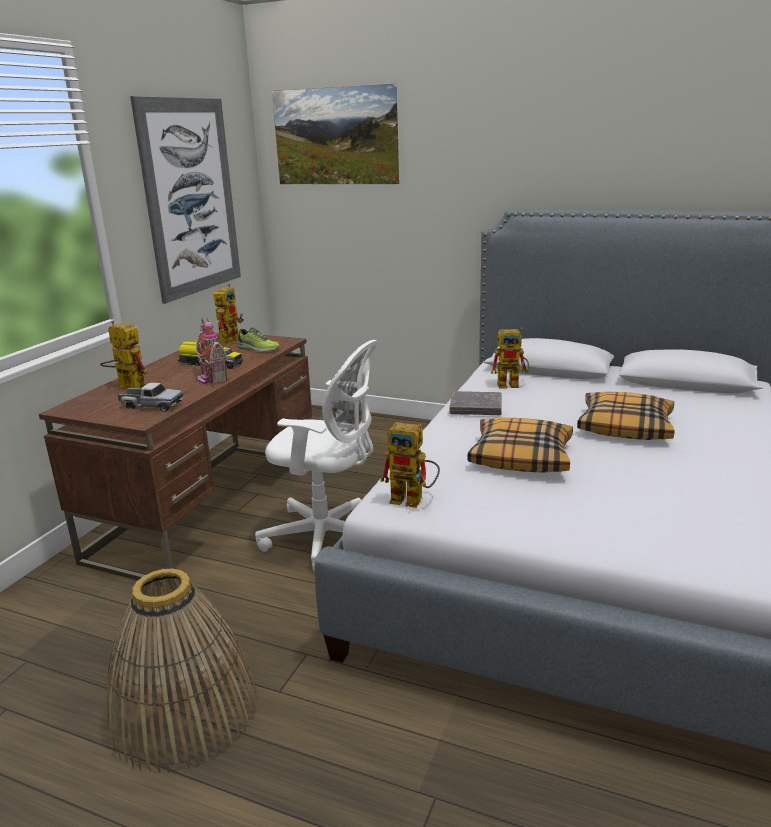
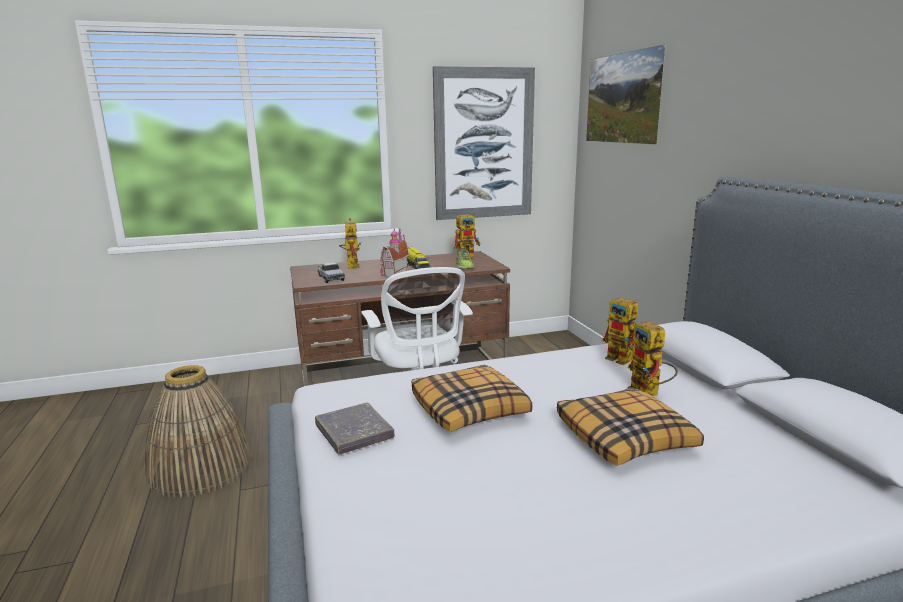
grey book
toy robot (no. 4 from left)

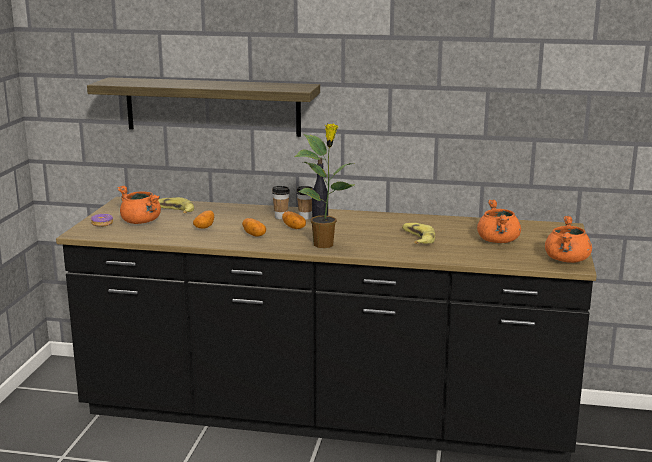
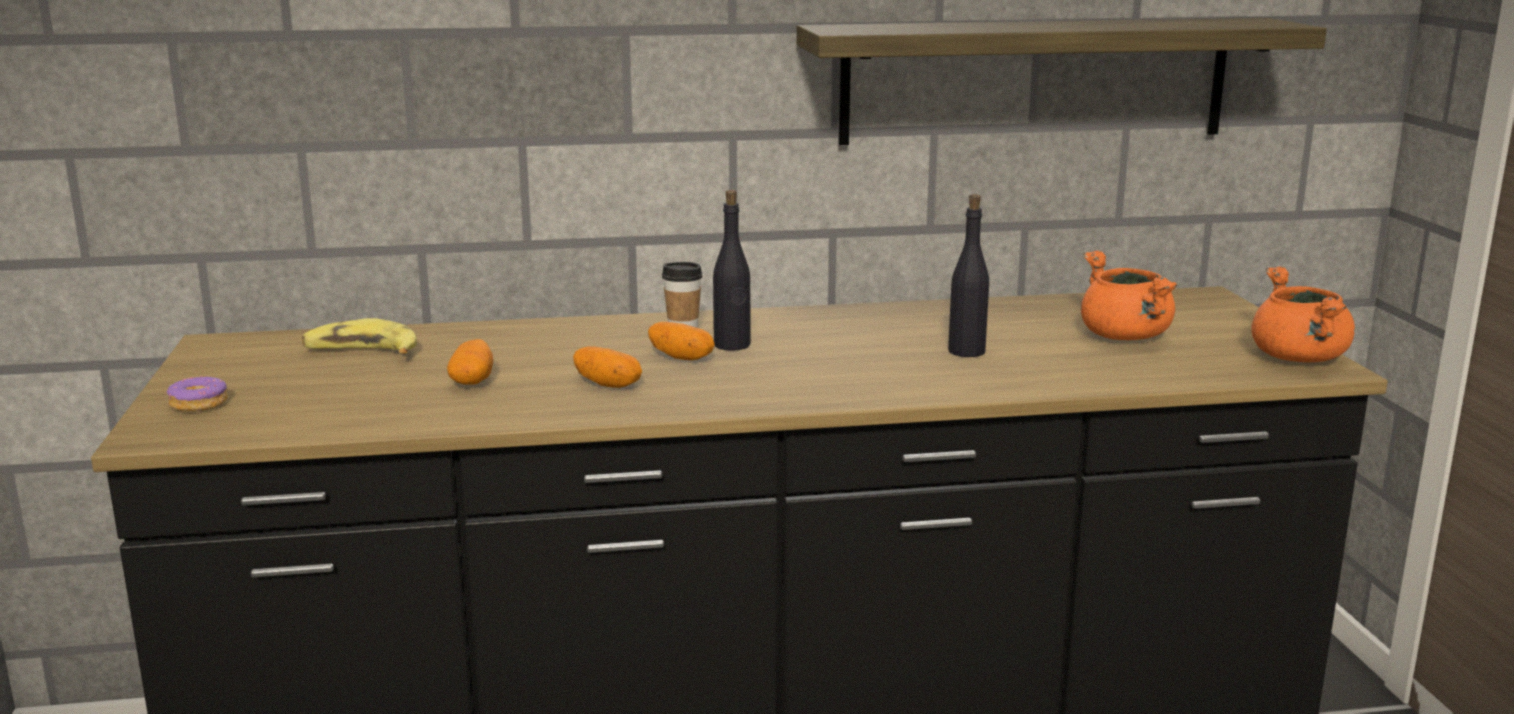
shelf
potted plant
orange cooking pot (no. 1 from left in the first image)
cup (no. 1 from left in the first image)
black bottle (no. 2 from left)

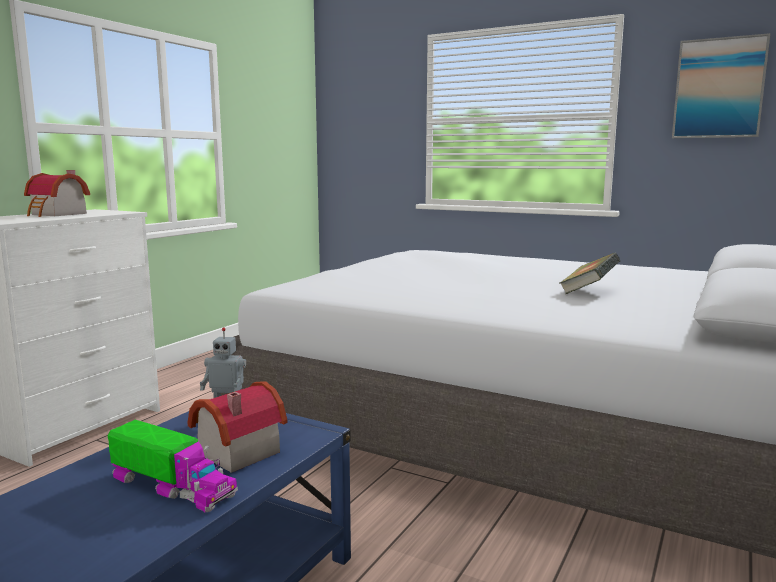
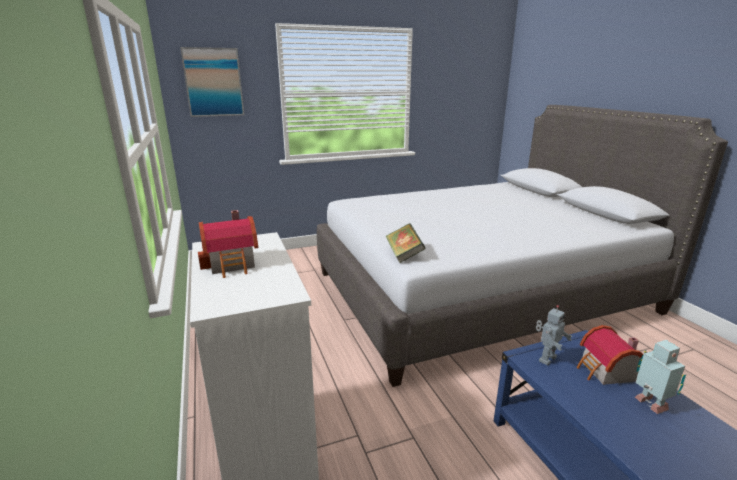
picture
book
toy robot (no. 2 from left)

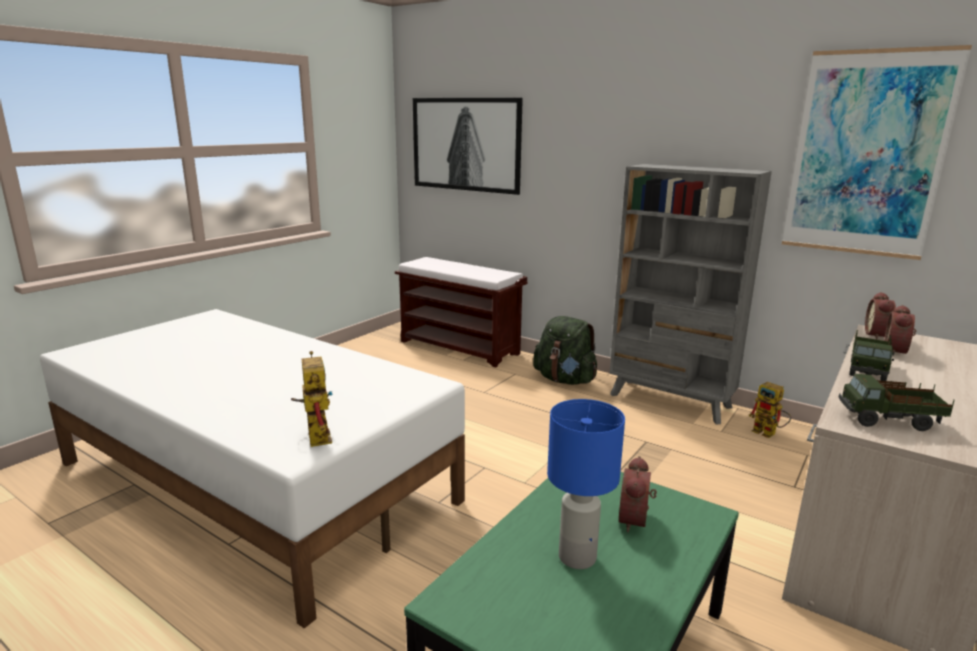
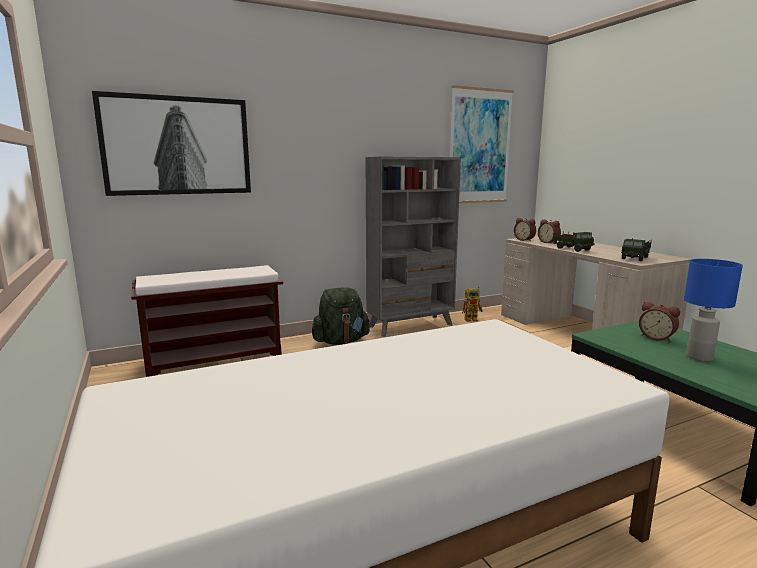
toy robot (no. 1 from left in the first image)

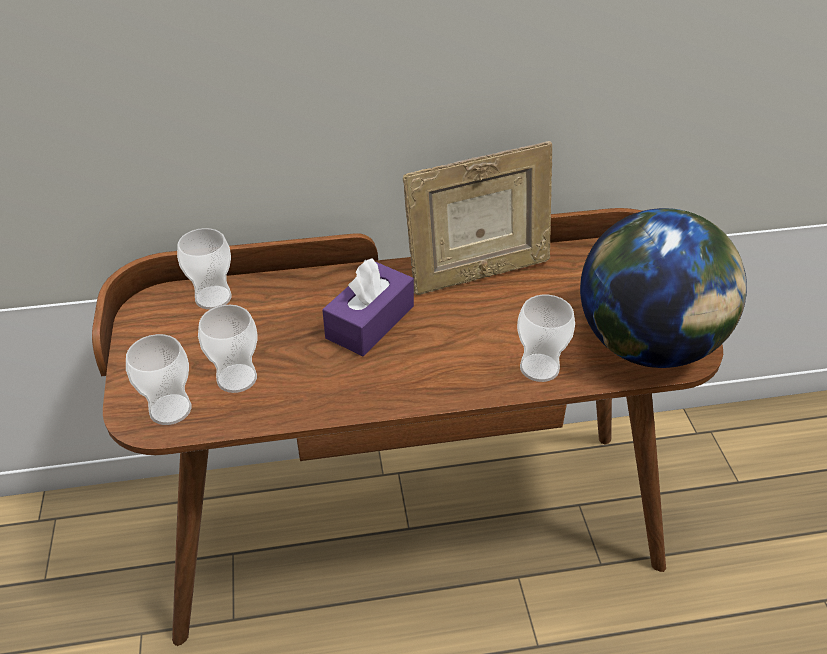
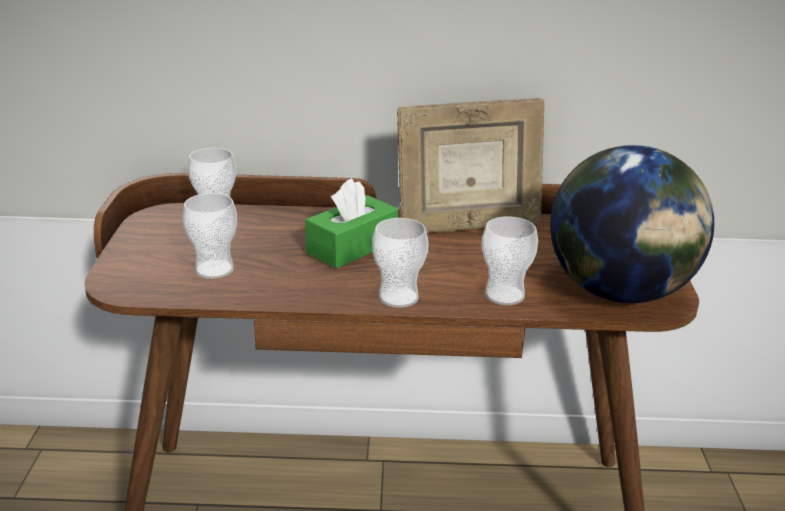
green tissue box
cup (no. 3 from left)

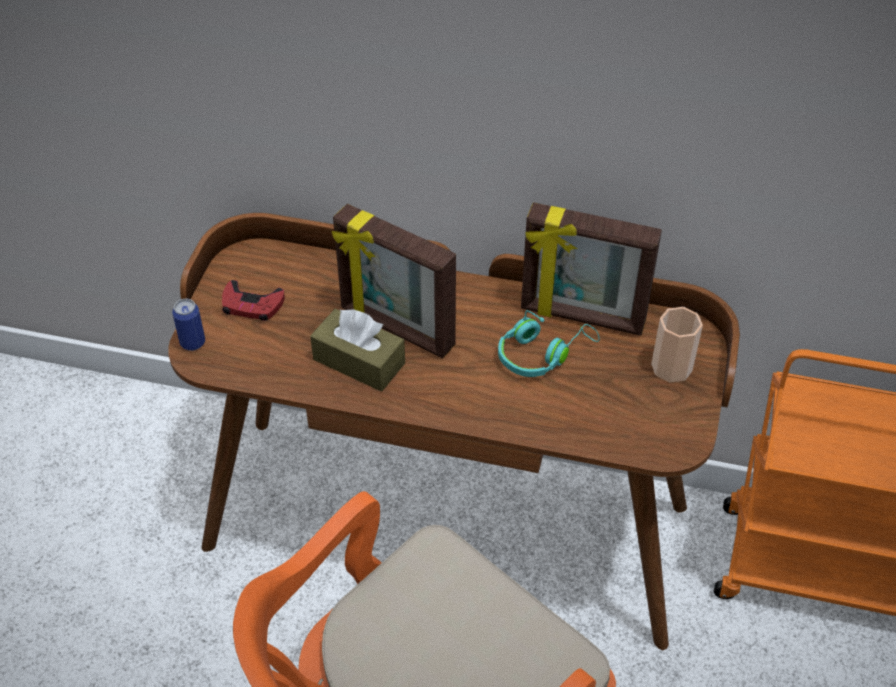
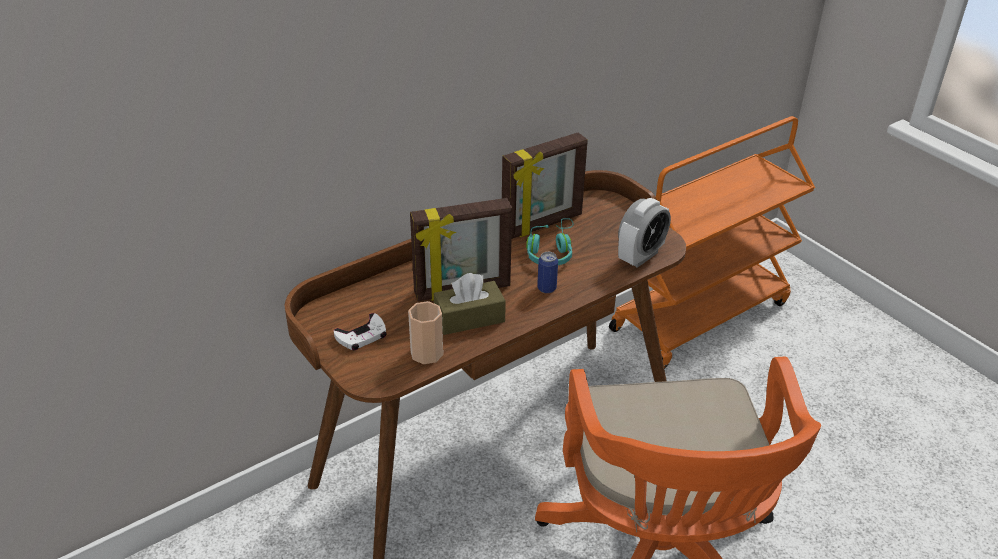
white game controller
can
cup
alarm clock

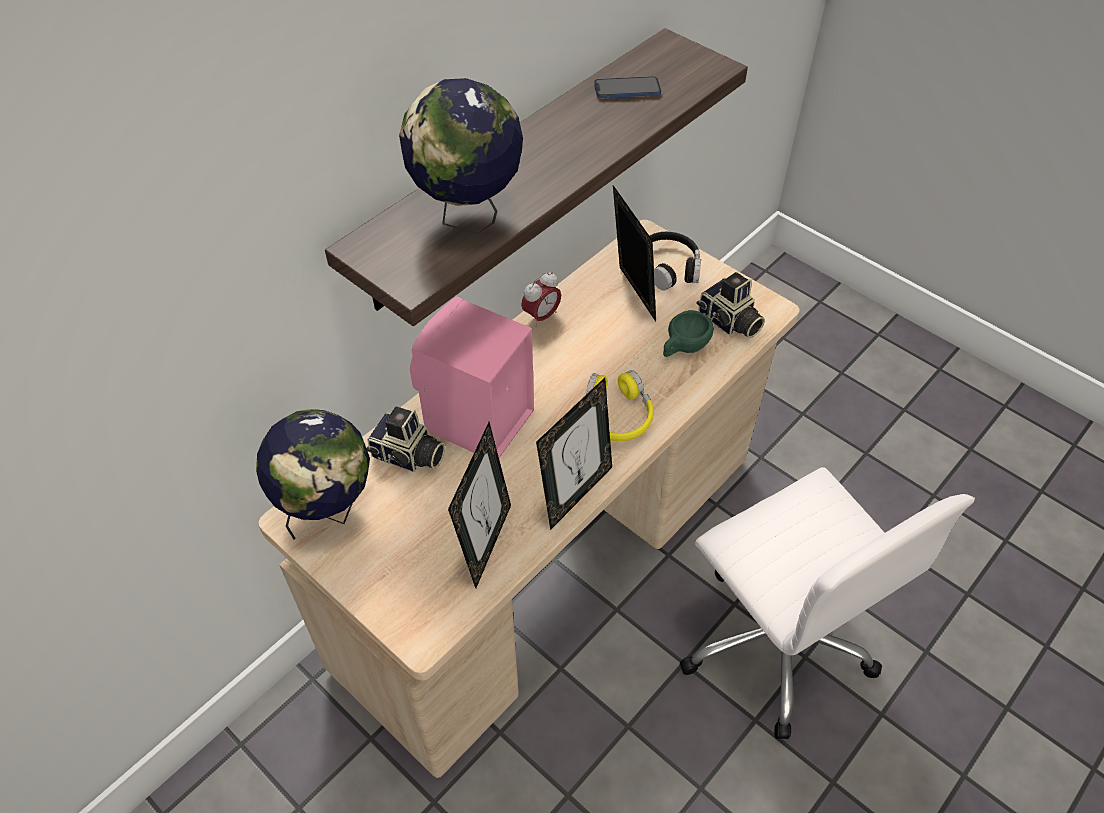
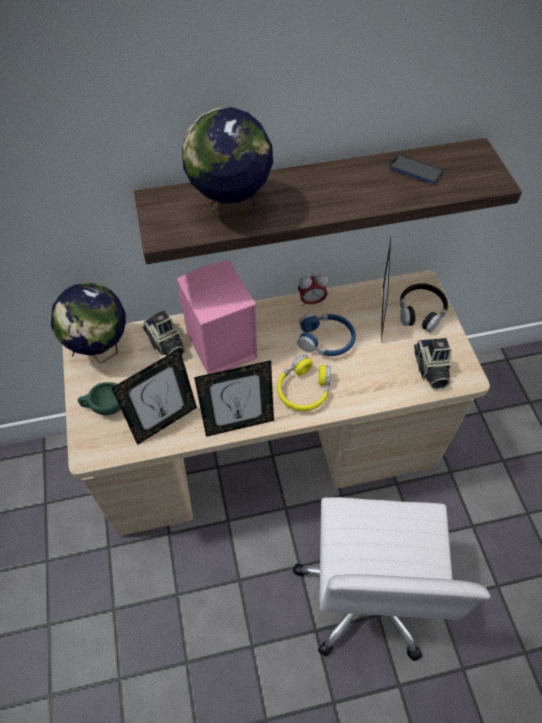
green cup
blue headphones

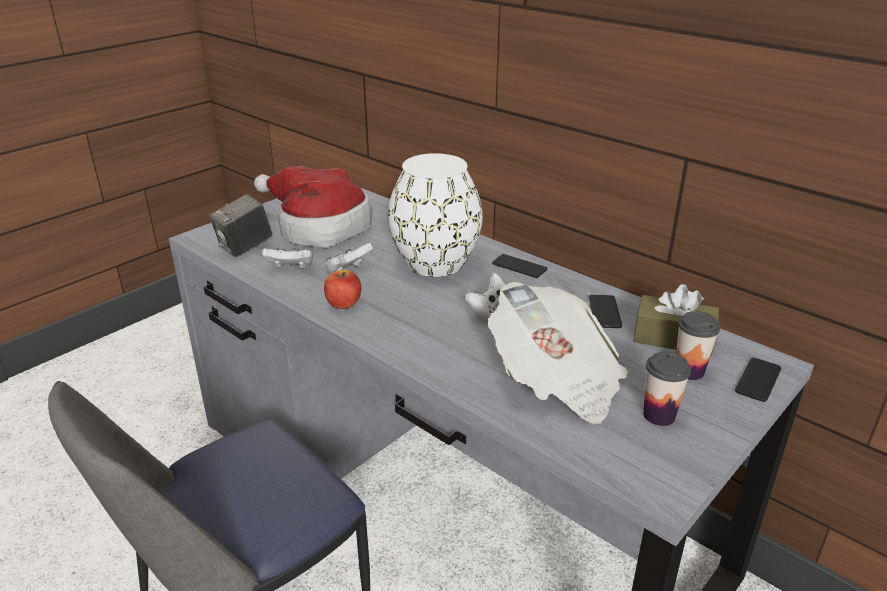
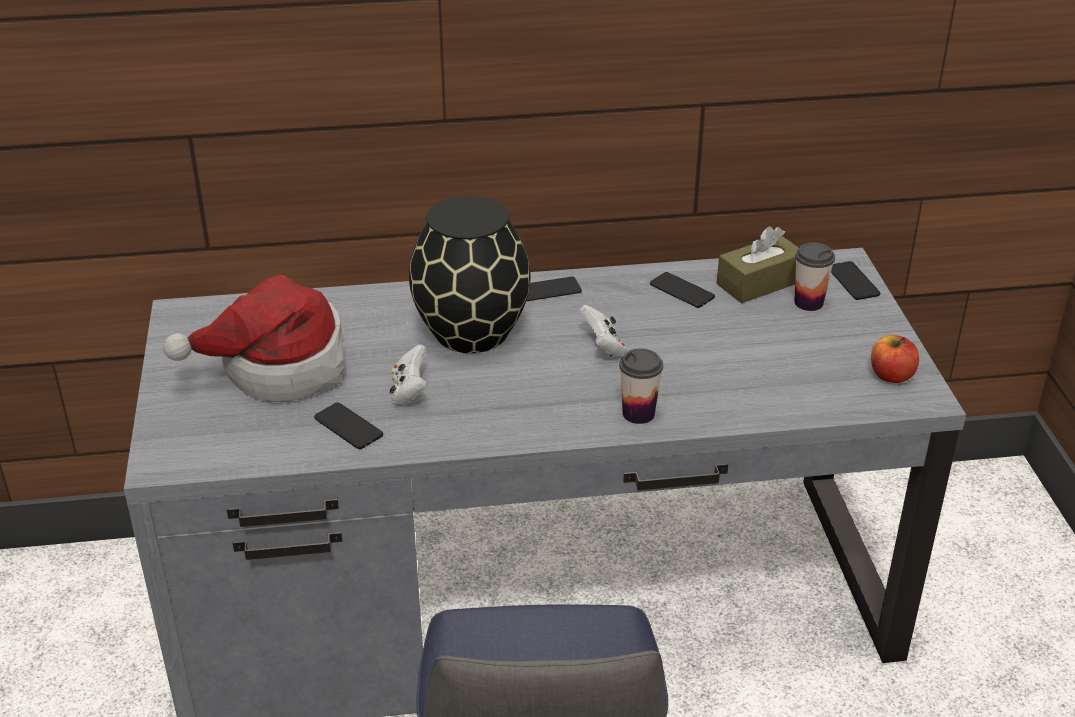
black vase
photo camera
phone (no. 1 from left)
apple
newspaper
cup (no. 1 from left)

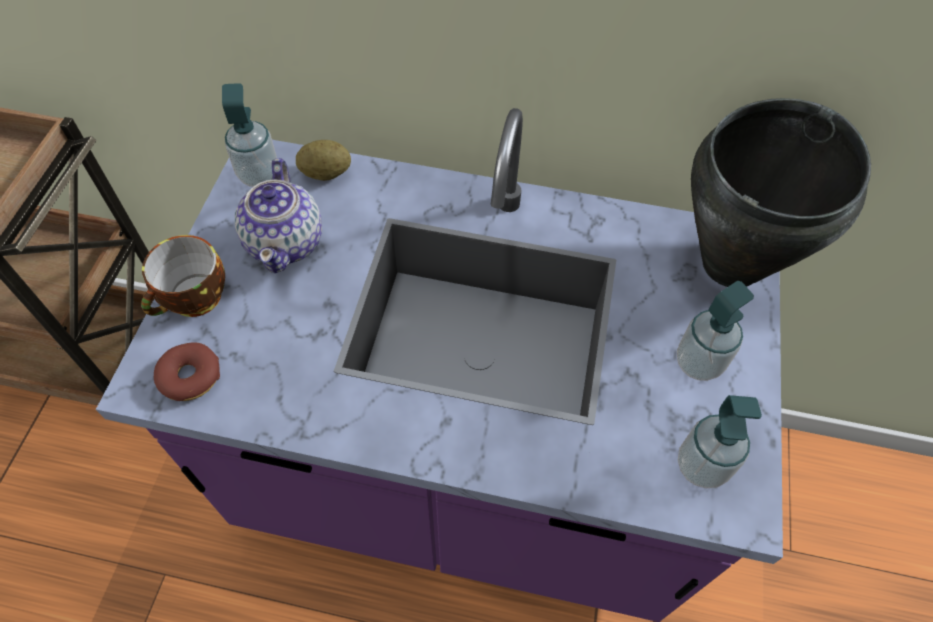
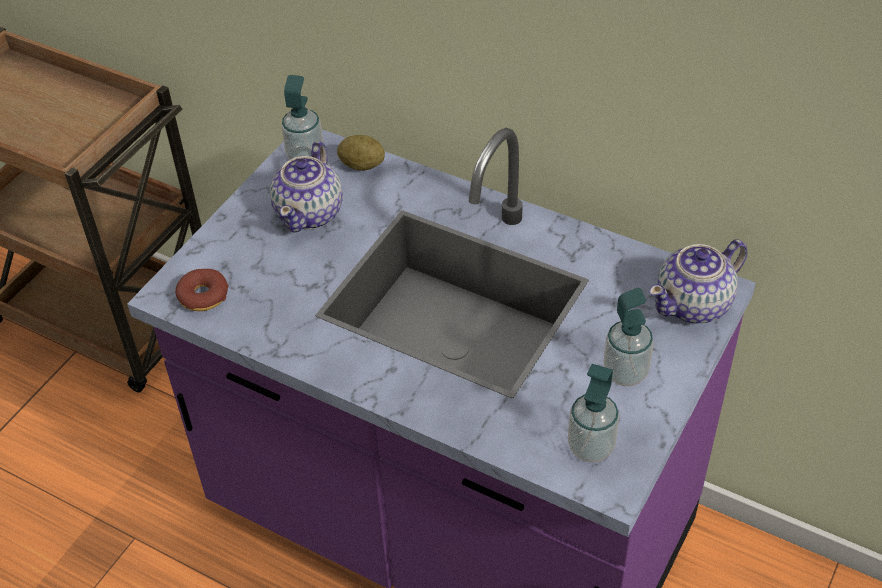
teapot (no. 2 from left)
cup

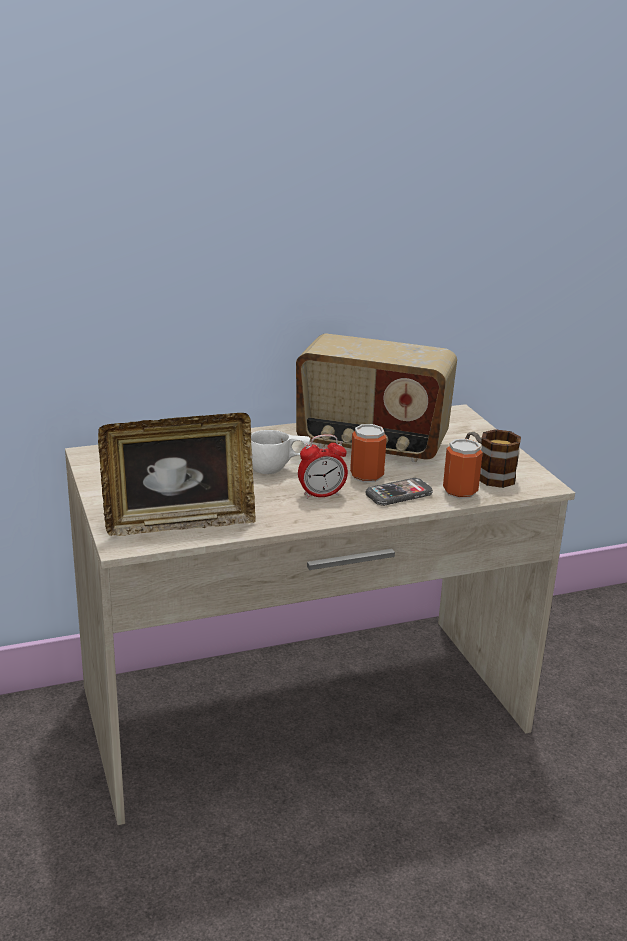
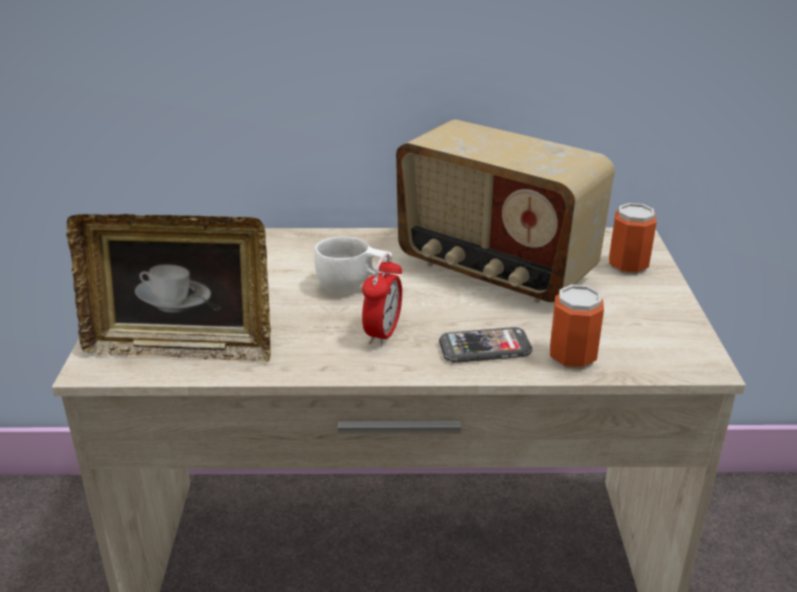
can (no. 2 from left)
mug
alarm clock

